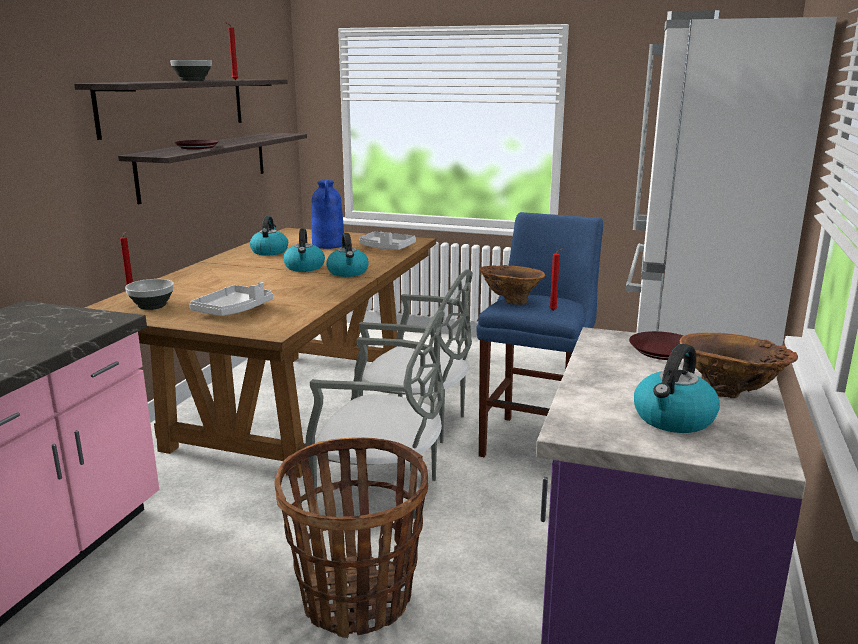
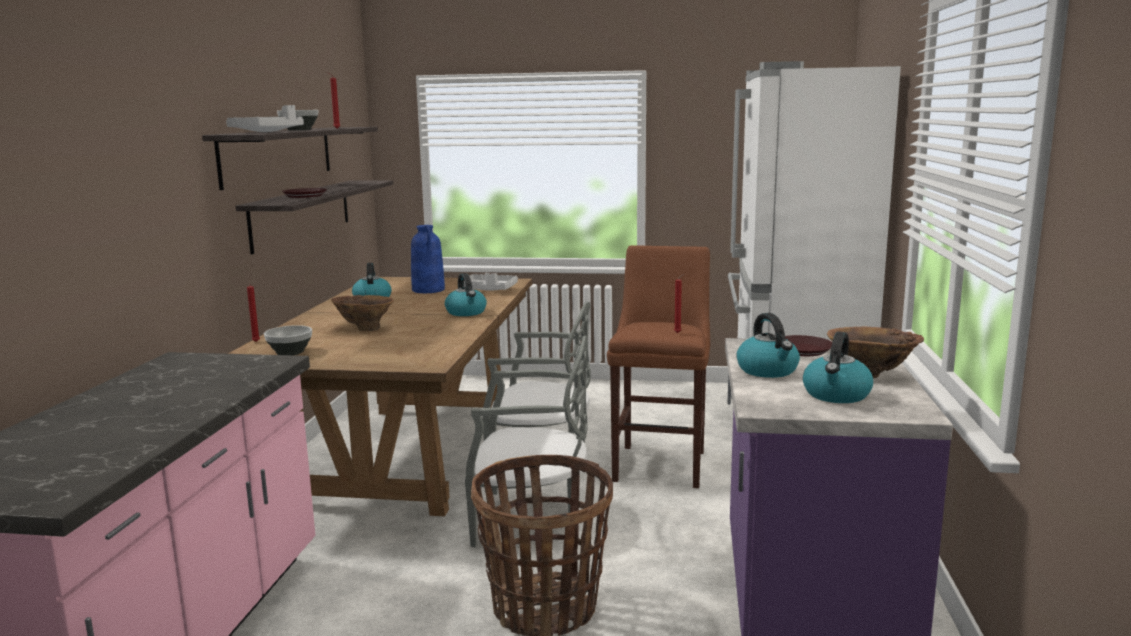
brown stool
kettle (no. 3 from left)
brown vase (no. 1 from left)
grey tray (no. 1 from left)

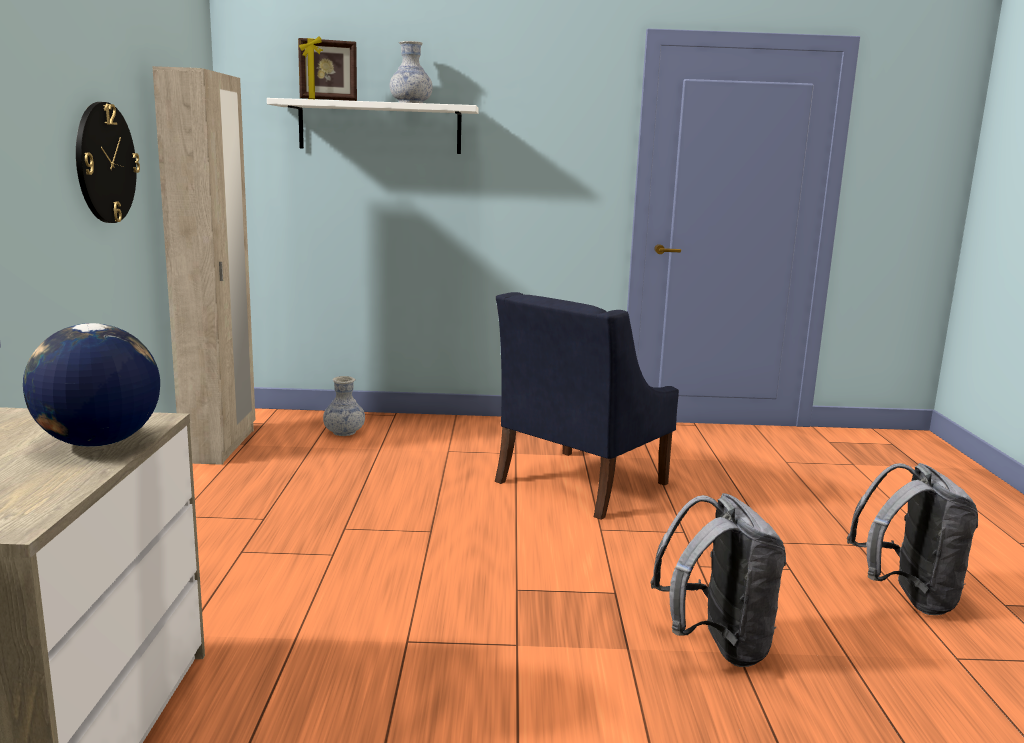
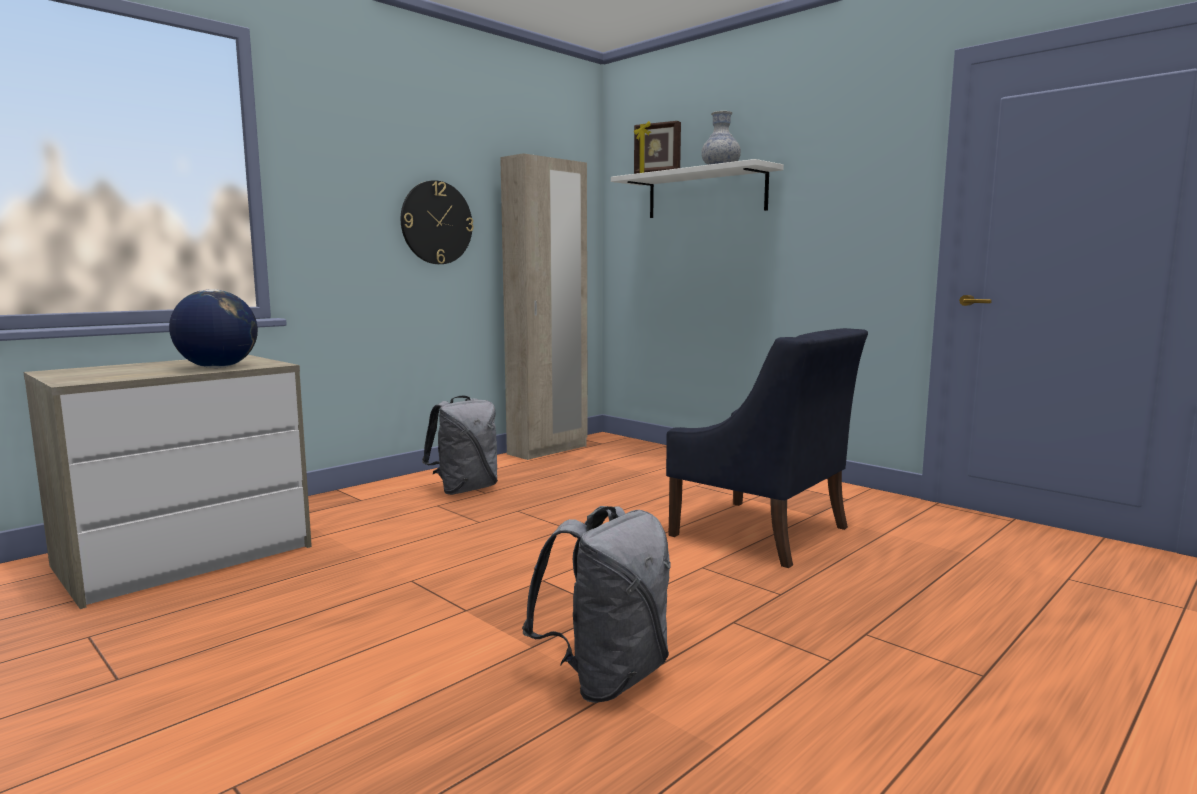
blue armchair
vase (no. 1 from left in the first image)
grey backpack (no. 1 from left)

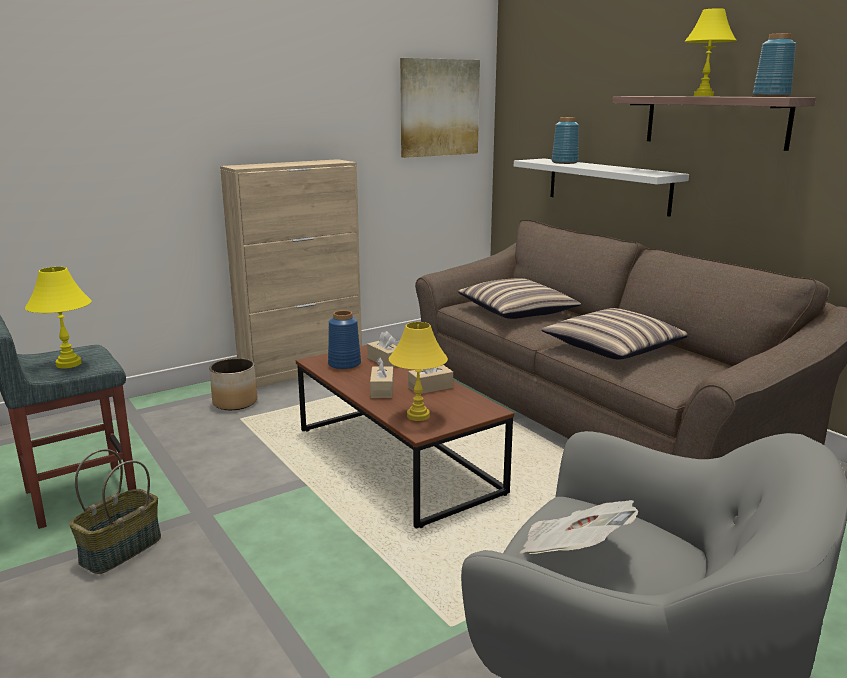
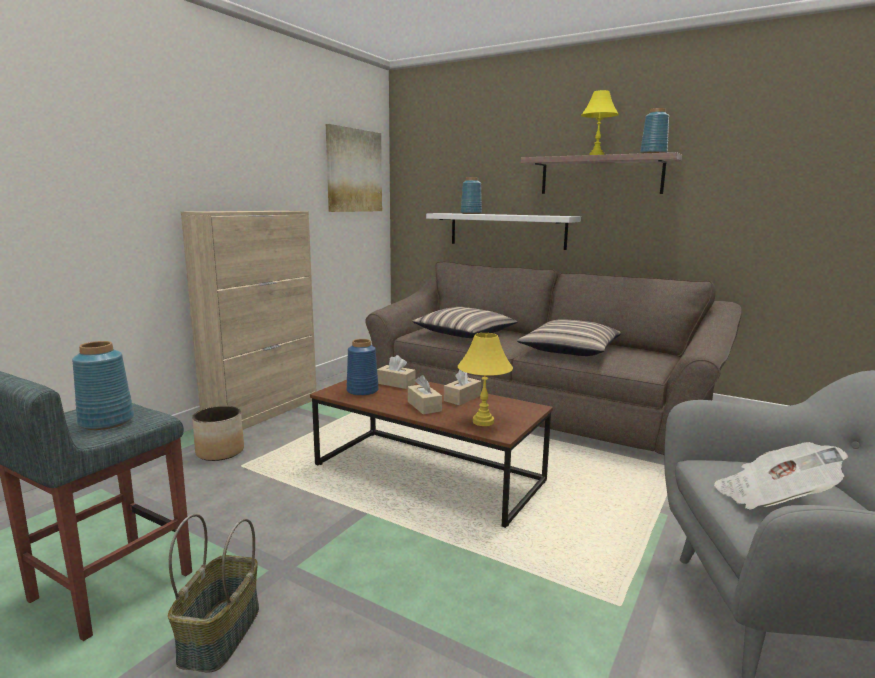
blue vase (no. 1 from left)

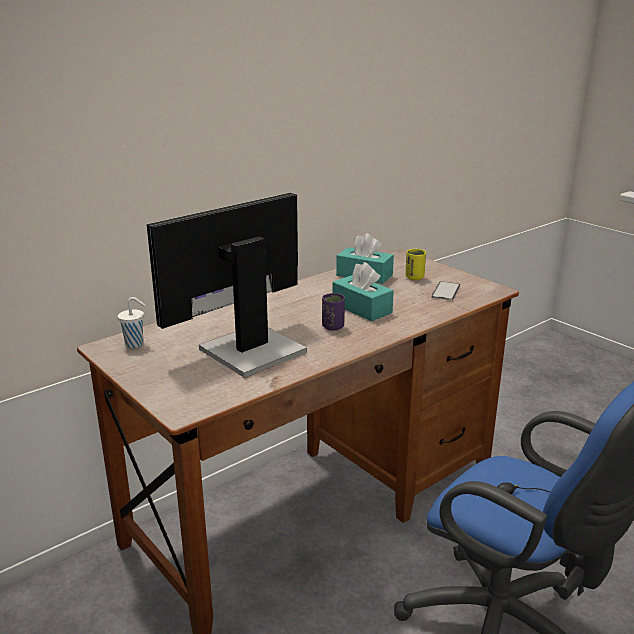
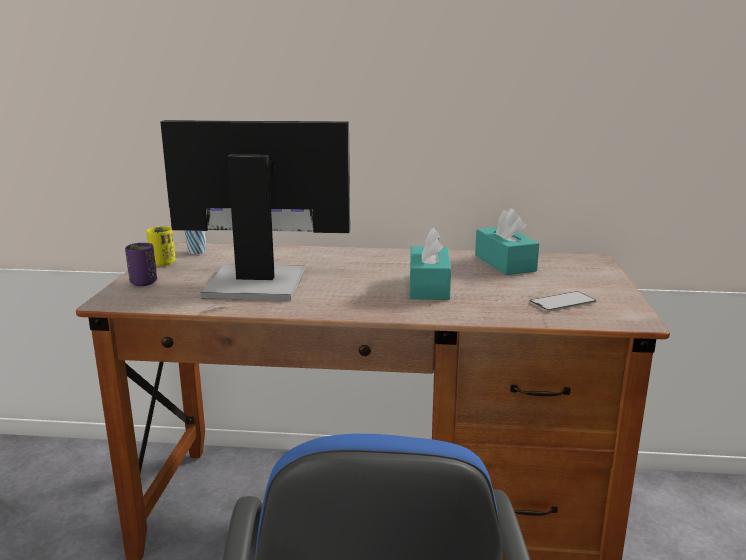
yellow cup
purple cup

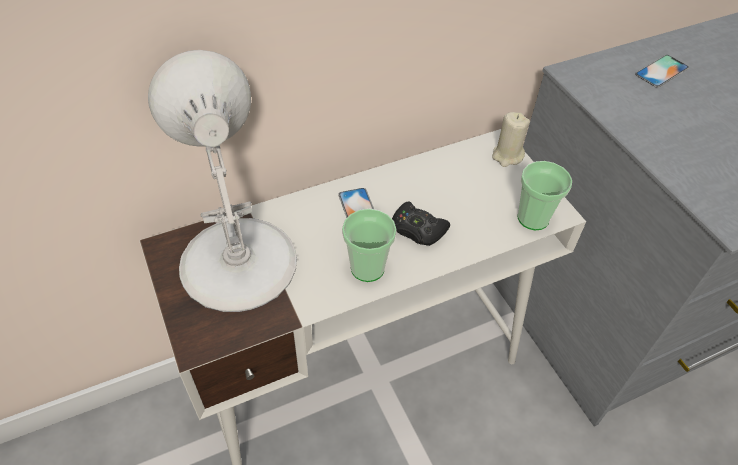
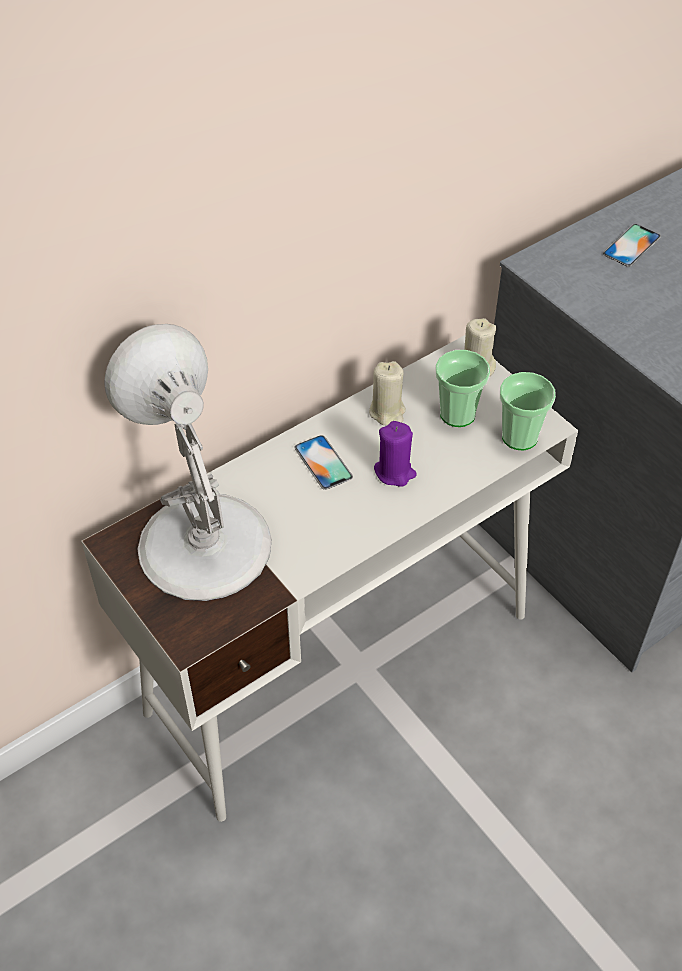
purple candle
cup (no. 1 from left)
beige candle (no. 1 from left)

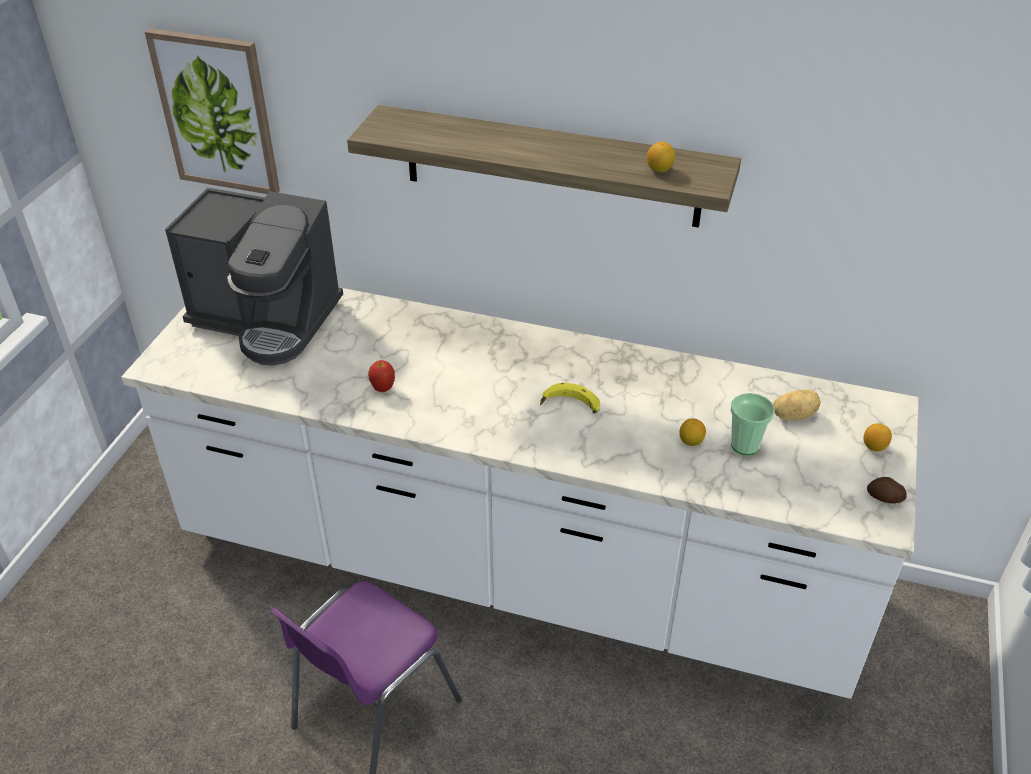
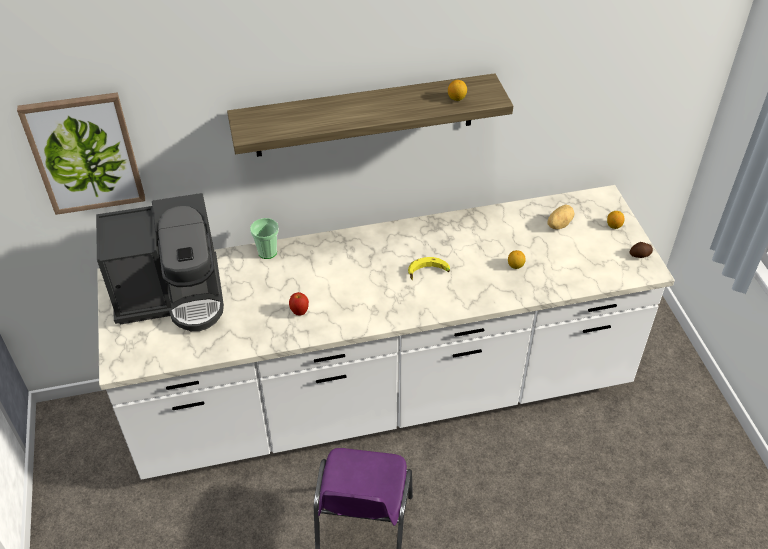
cup

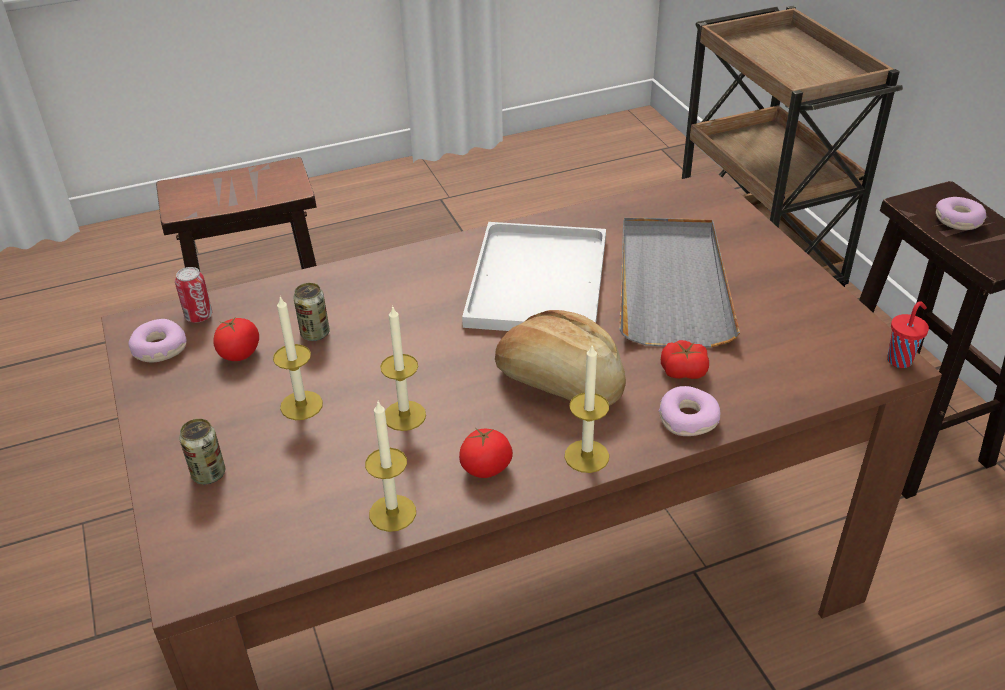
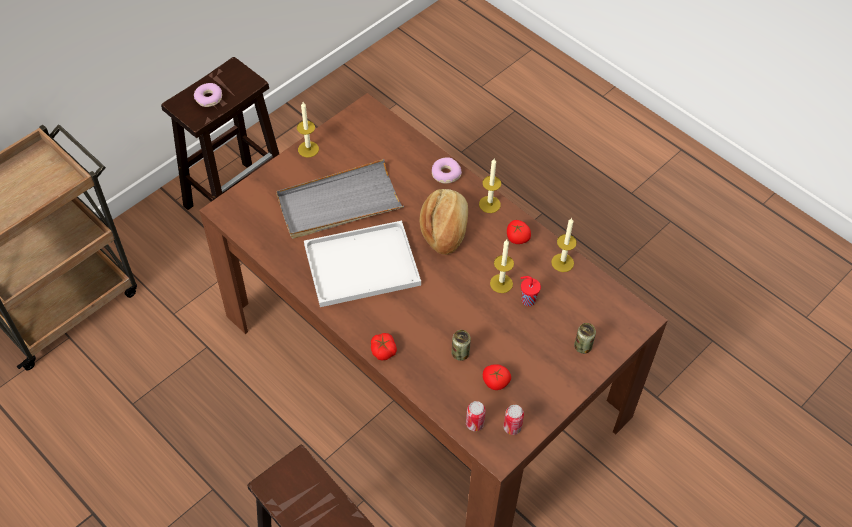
candle (no. 1 from left)
red cup
can (no. 3 from left)
tomato (no. 1 from left)

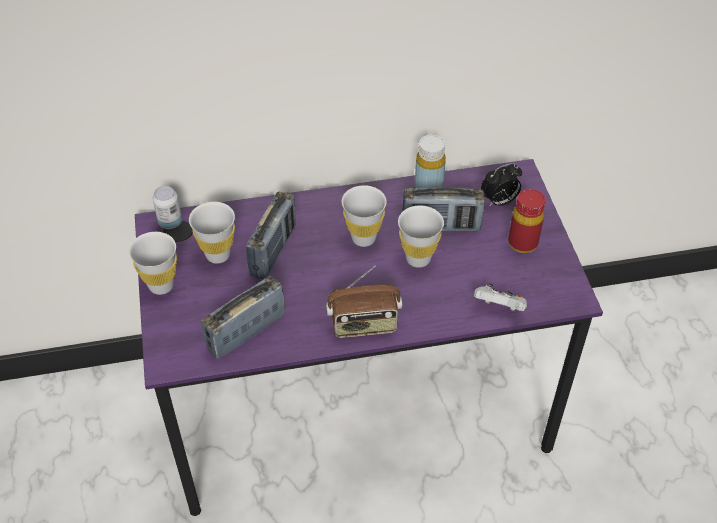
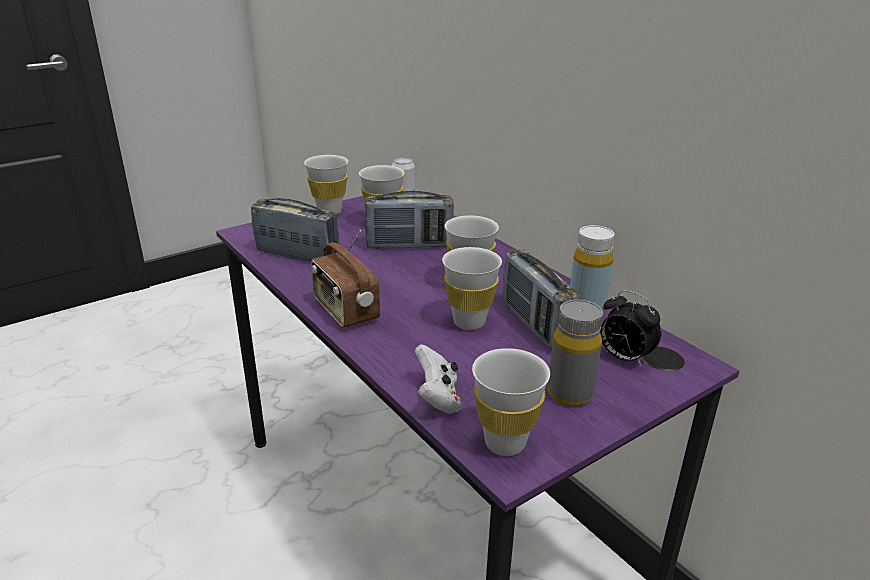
grey bottle
white cup (no. 5 from left)

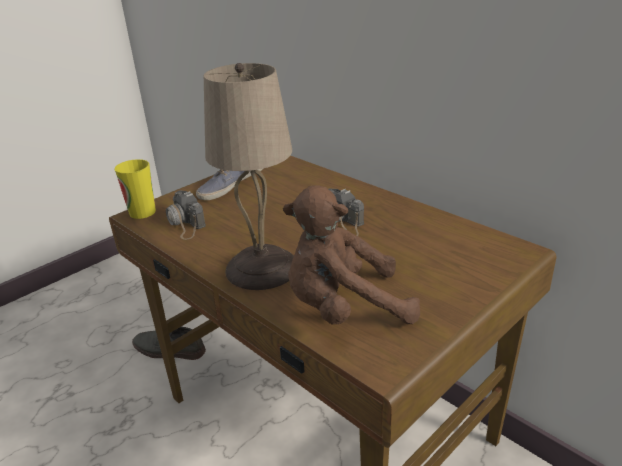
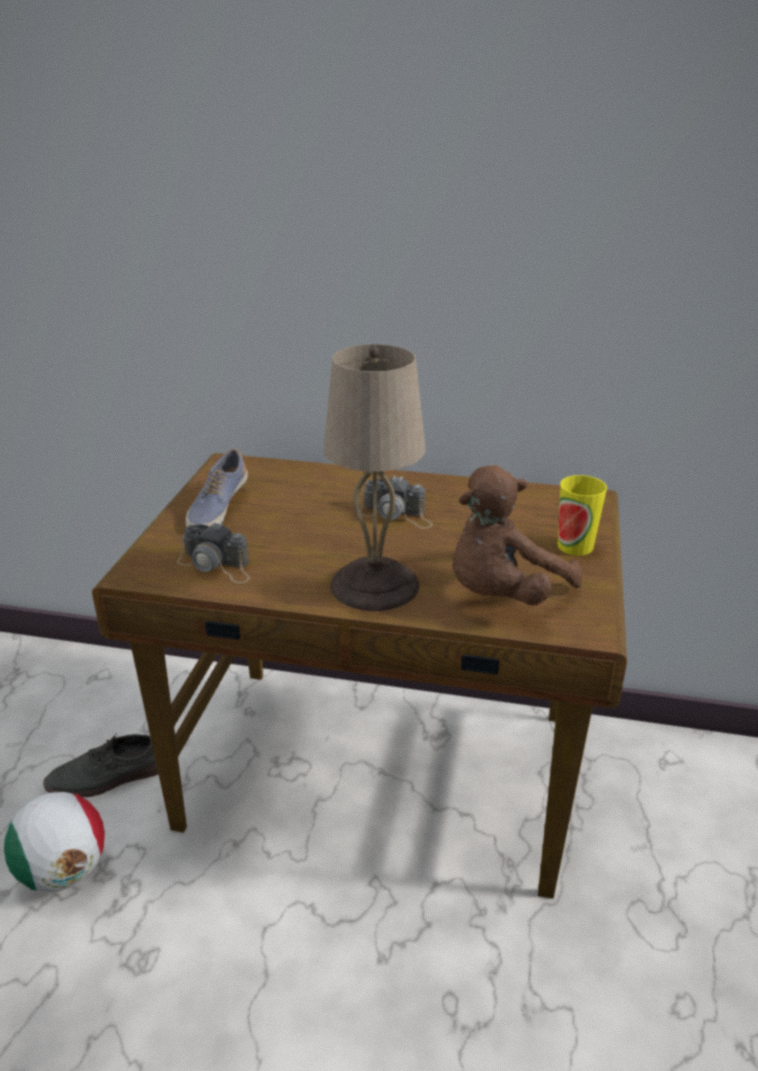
cup
football

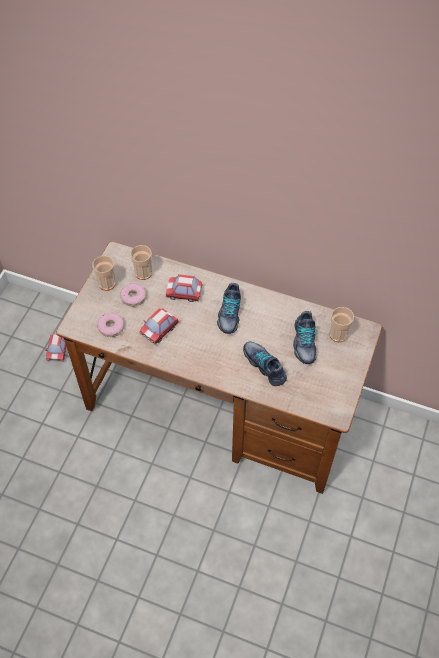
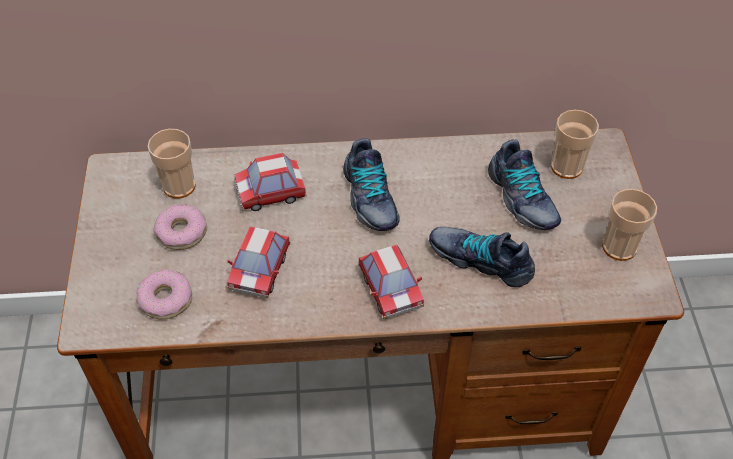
cup (no. 3 from left)
toy car (no. 3 from left)

